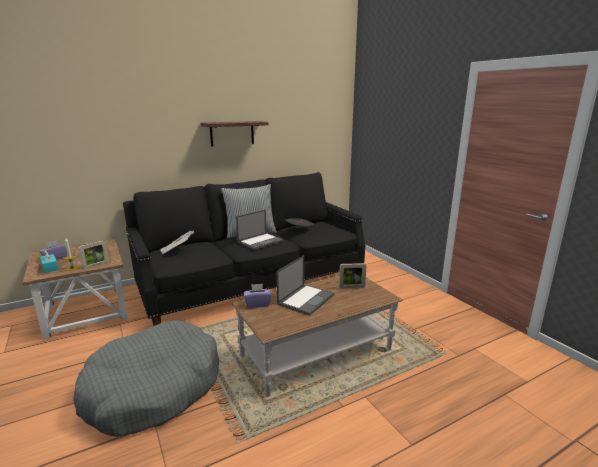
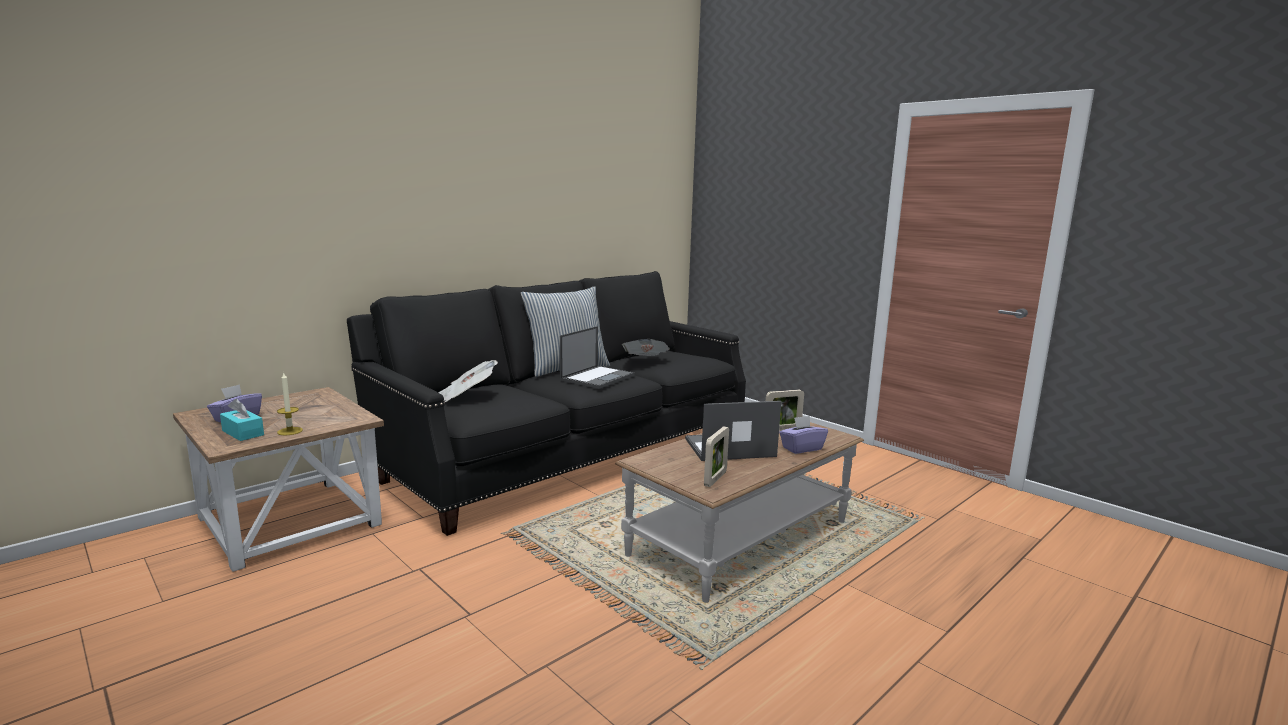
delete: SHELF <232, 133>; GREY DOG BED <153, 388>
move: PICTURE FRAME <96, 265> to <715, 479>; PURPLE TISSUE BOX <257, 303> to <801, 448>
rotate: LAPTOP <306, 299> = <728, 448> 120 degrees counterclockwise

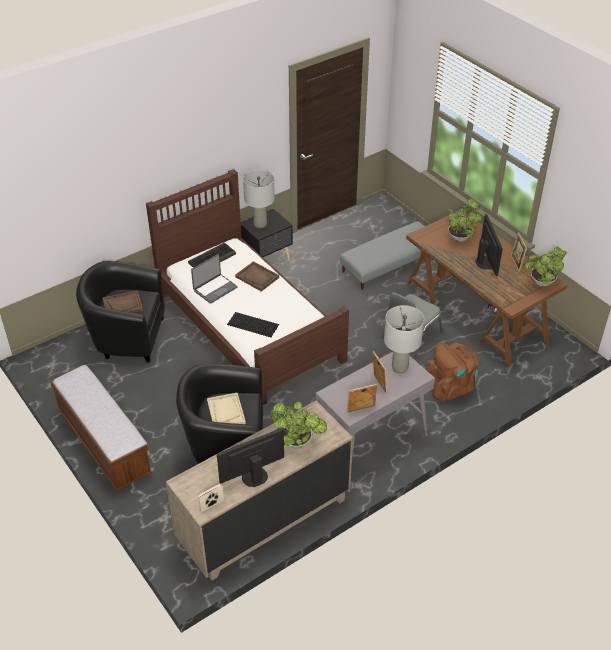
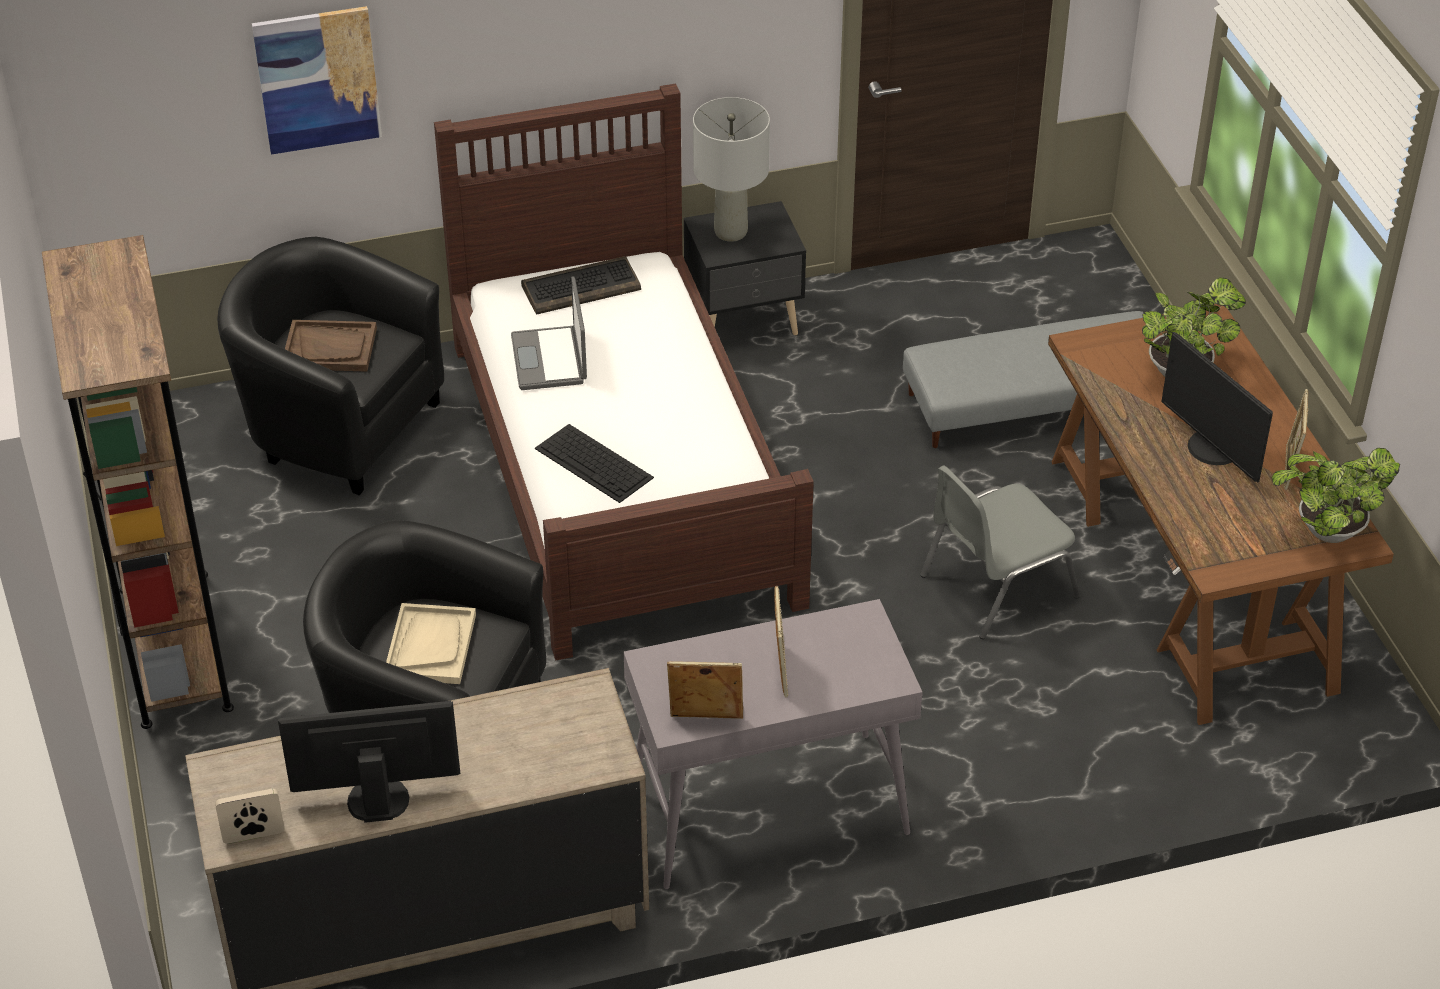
delete: BROWN TRAY <257, 277>; GREY TABLE LAMP <399, 367>; BROWN BACKPACK <450, 387>; POTTED PLANT <298, 442>
insert: PICTURE <317, 79>
replace: BENCH <104, 442> to BROWN BOOKCASE <175, 647>
rotate: MONITOR <486, 262> = <1211, 449> 135 degrees clockwise; LAPTOP <215, 289> = <551, 359> 105 degrees clockwise

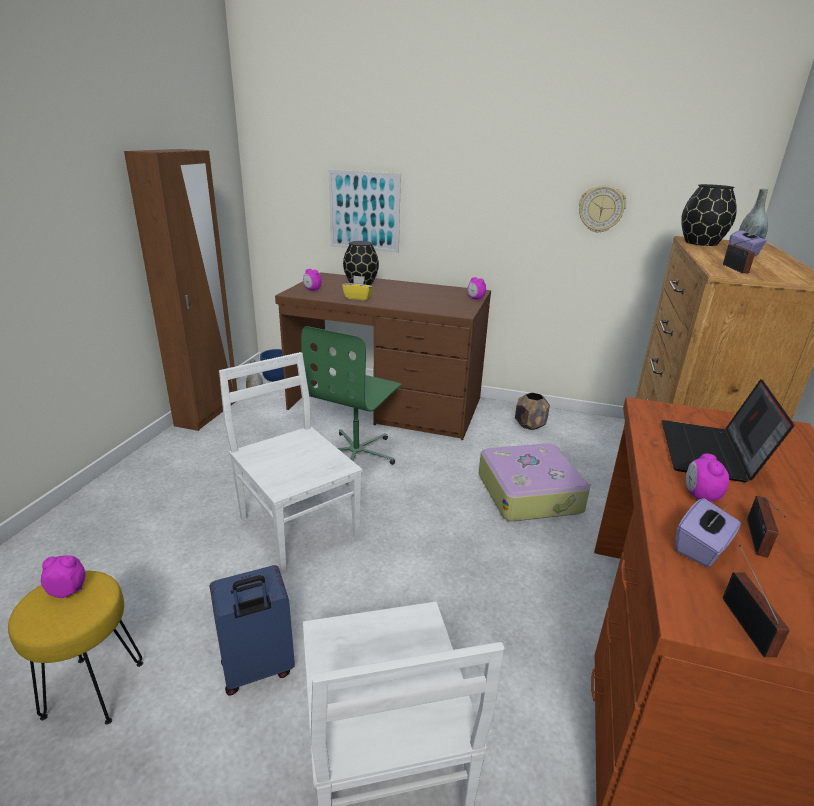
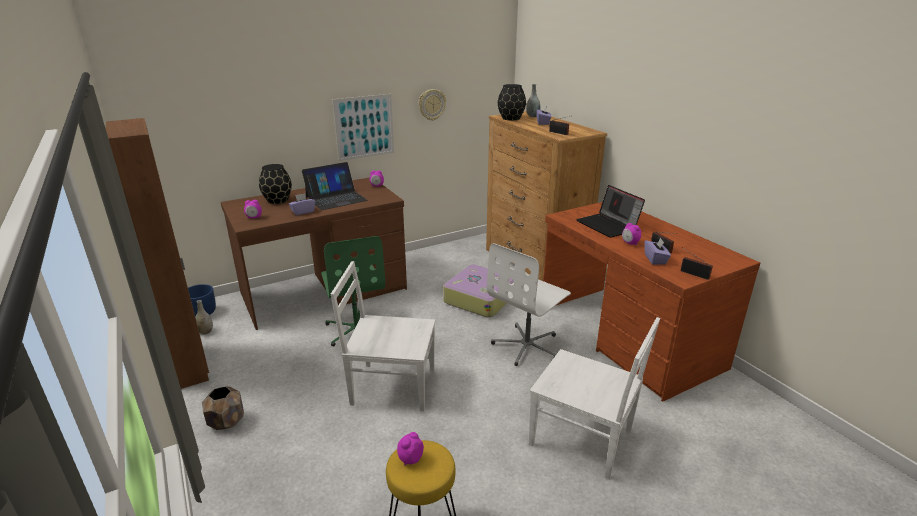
delete: BLUE SUITCASE <257, 670>
insert: LAPTOP <336, 198>; WHITE OFFICE CHAIR <527, 346>
move: PICTURE <364, 211> to <364, 127>; BROWN PLANTER <530, 425> to <227, 422>
recolor: YELLOW TISSUE BOX <358, 298> to PURPLE TISSUE BOX <303, 212>

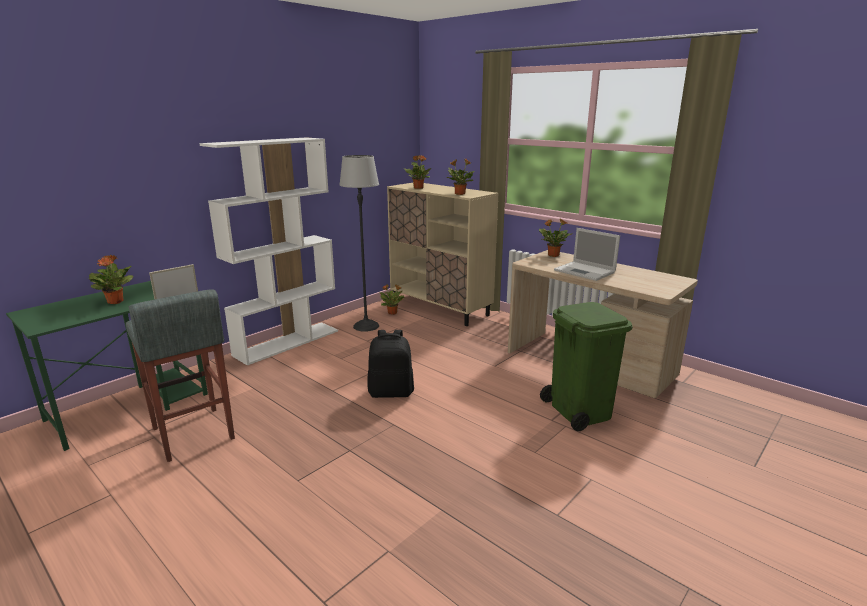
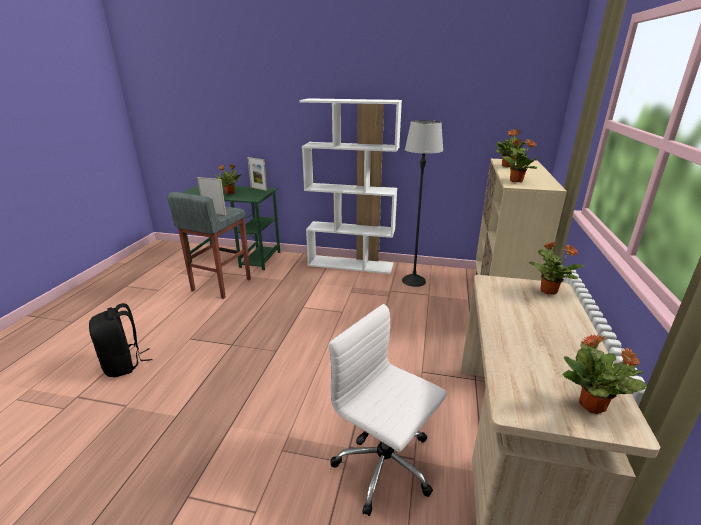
delete: LAPTOP <585, 271>
insert: PICTURE FRAME <258, 188>
move: POTTED PLANT <392, 313> to <593, 406>; BLACK BACKPACK <391, 392> to <124, 364>
replace: GREEN TRASH CAN <579, 411> to WHITE OFFICE CHAIR <386, 466>

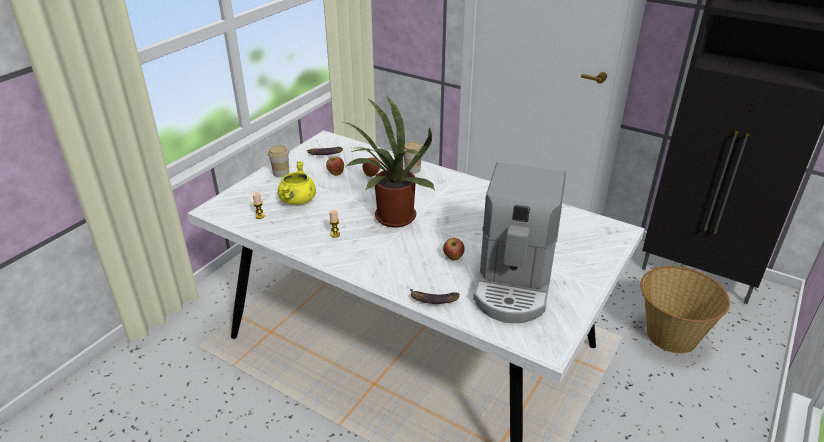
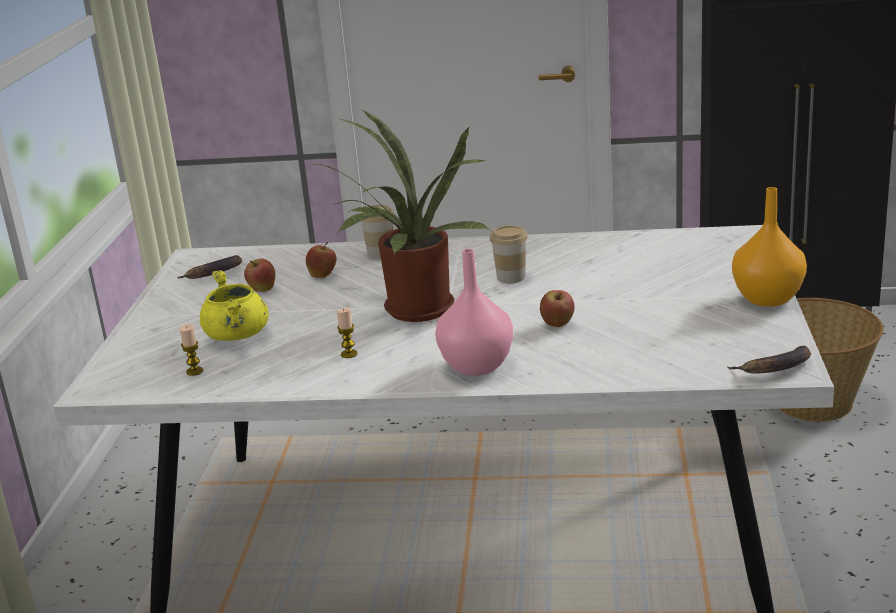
delete: COFFEE MACHINE <514, 283>
insert: ORANGE VASE <768, 298>; PINK VASE <477, 367>
move: CUP <281, 173> to <511, 277>; BANANA <433, 300> to <775, 368>

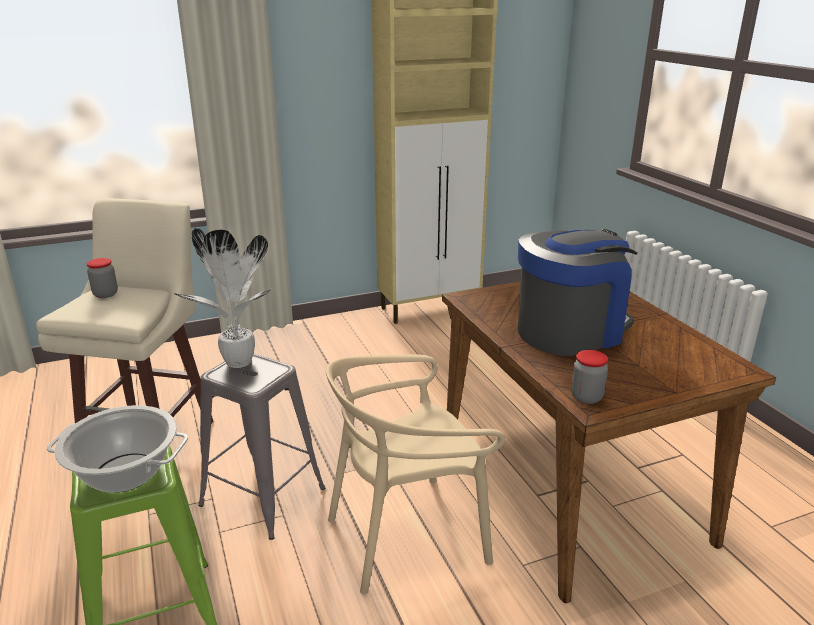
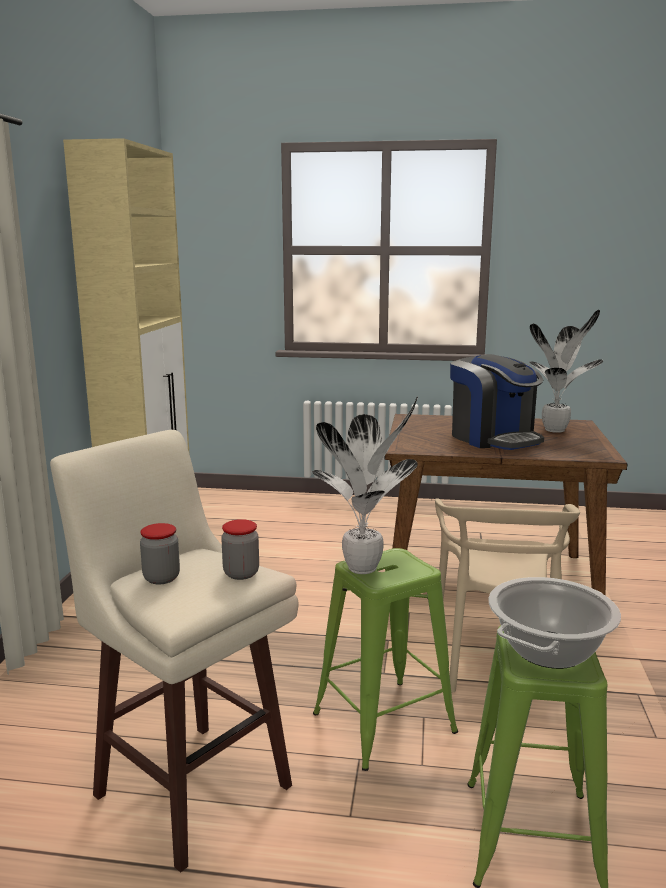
insert: POTTED PLANT <556, 430>
move: JAR <586, 397> to <241, 573>
recolor: GREY STOOL <263, 497> to GREEN STOOL <385, 722>
rotate: COFFEE MACHINE <570, 331> = <493, 438> 150 degrees clockwise

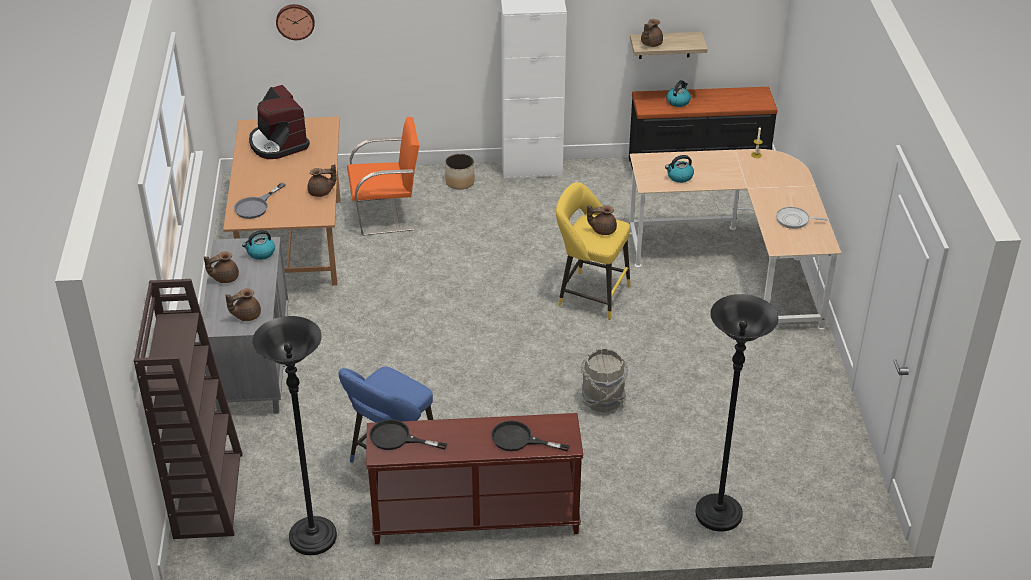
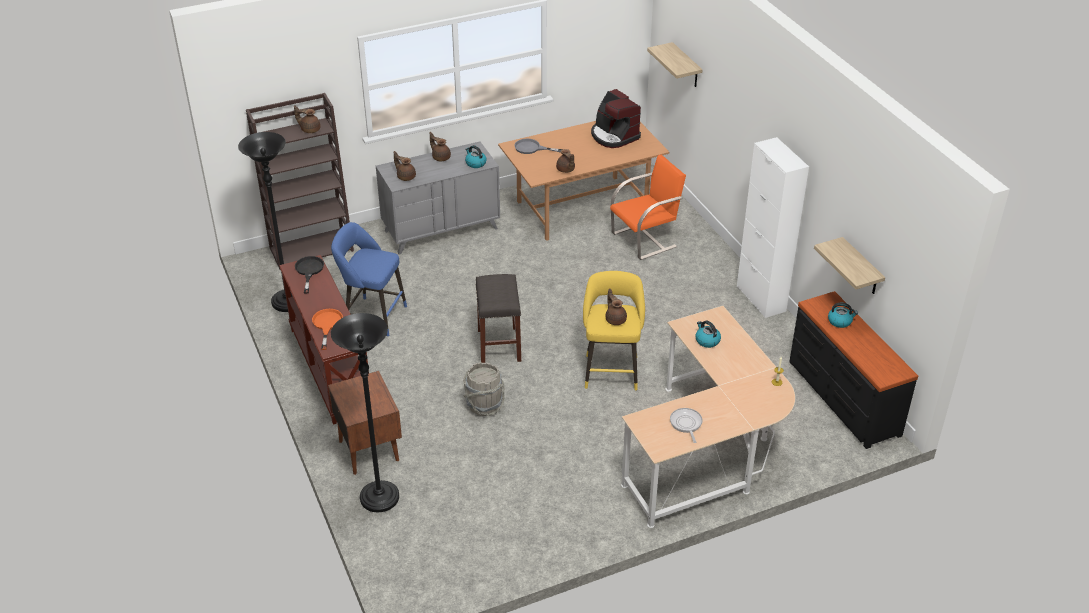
delete: PLANTER <460, 182>
insert: GREY STOOL <498, 345>; BROWN NIGHTSTAND <369, 449>
move: BROWN TEAPOT <650, 44> to <310, 129>
replace: WALL CLOCK <295, 21> to SHELF <686, 66>
recolor: BLACK FRYING PAN <519, 440> to ORANGE FRYING PAN <327, 325>
rotate: COFFEE MACHINE <278, 143> = <614, 136> 75 degrees counterclockwise; ORANGE CHAIR <386, 214> = <645, 240> 90 degrees counterclockwise

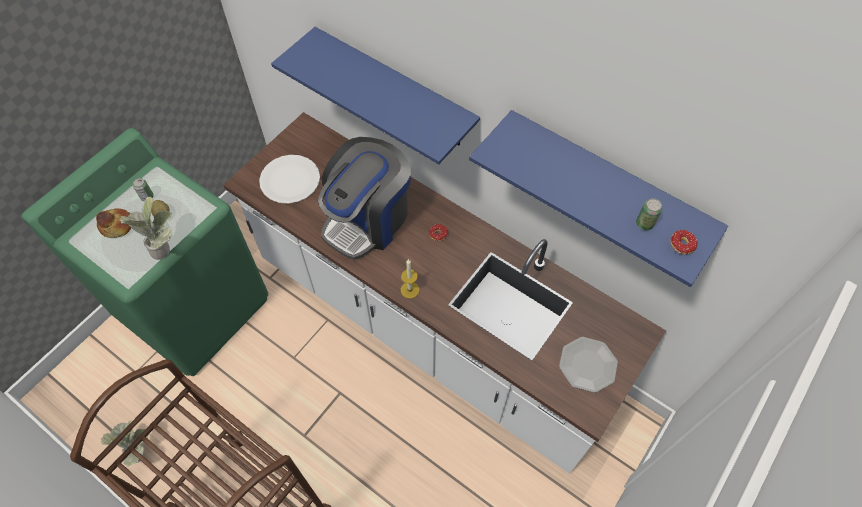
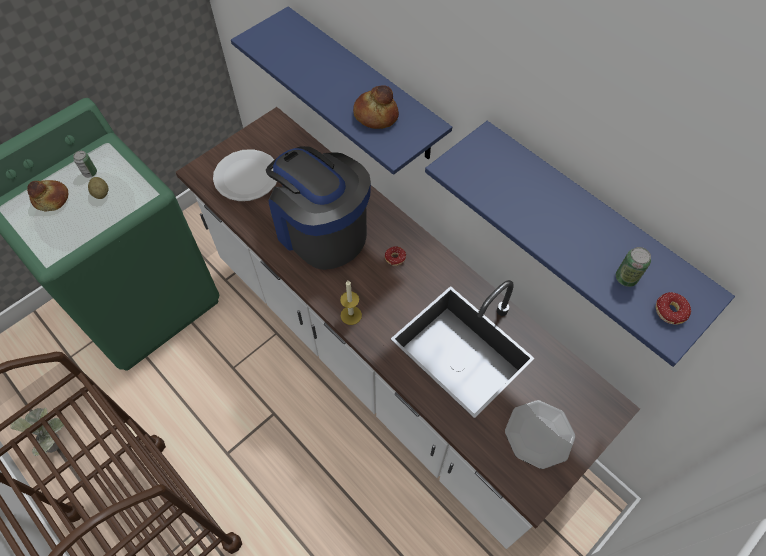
delete: POTTED PLANT <163, 247>
insert: BREAD <376, 115>
rotate: COFFEE MACHINE <367, 219> = <321, 230> 90 degrees clockwise

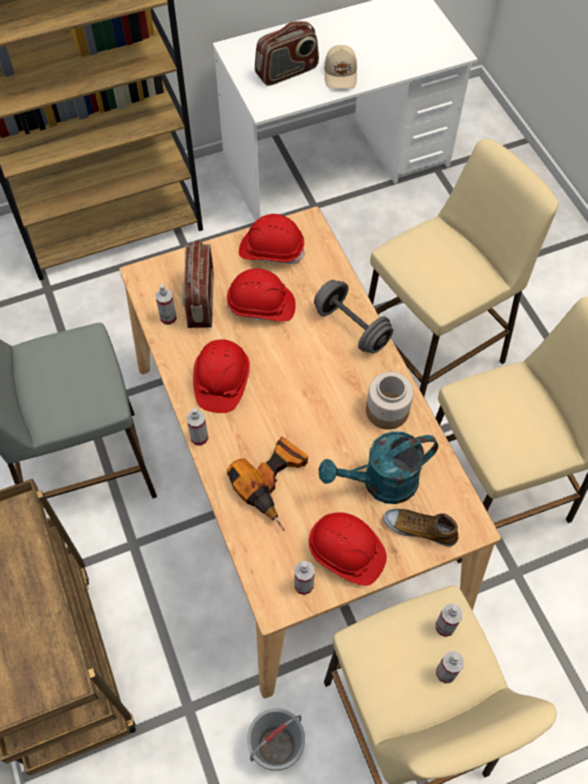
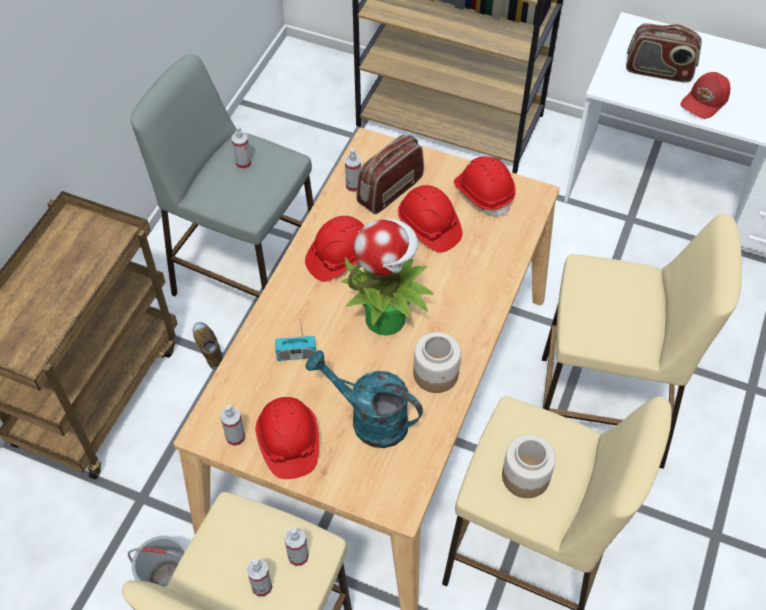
delete: GREY DUMBBELL <351, 327>
insert: POTTED PLANT <386, 317>; JAR <525, 476>
move: SPRAY BOTTLE <199, 437> to <243, 163>; SHOE <420, 529> to <209, 347>
replace: POWER DRILL <275, 483> to RADIO <296, 354>
recolor: BEIGE CAP <341, 74> to RED CAP <705, 101>

